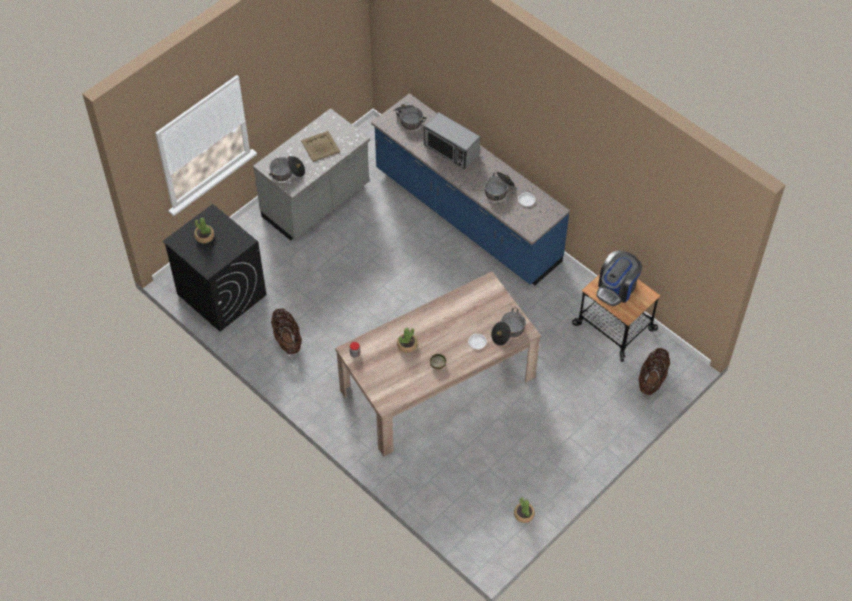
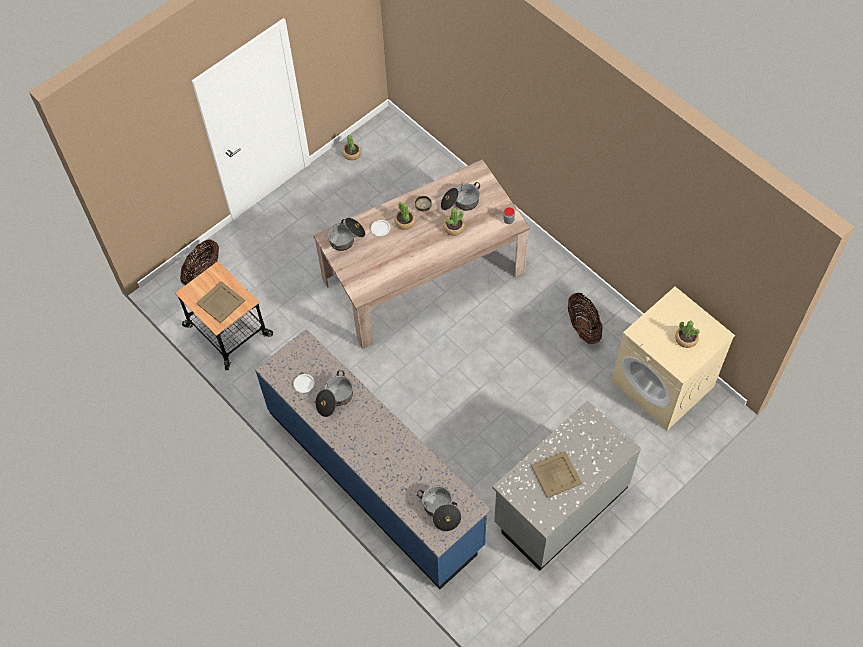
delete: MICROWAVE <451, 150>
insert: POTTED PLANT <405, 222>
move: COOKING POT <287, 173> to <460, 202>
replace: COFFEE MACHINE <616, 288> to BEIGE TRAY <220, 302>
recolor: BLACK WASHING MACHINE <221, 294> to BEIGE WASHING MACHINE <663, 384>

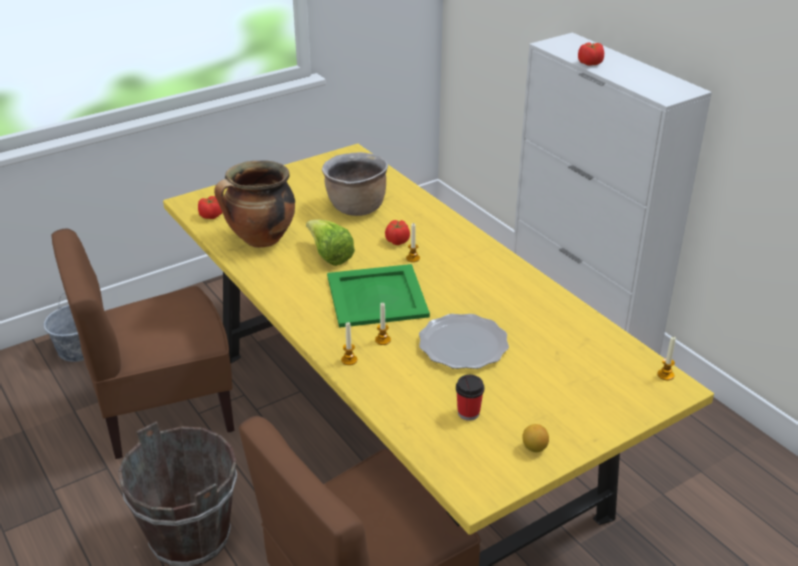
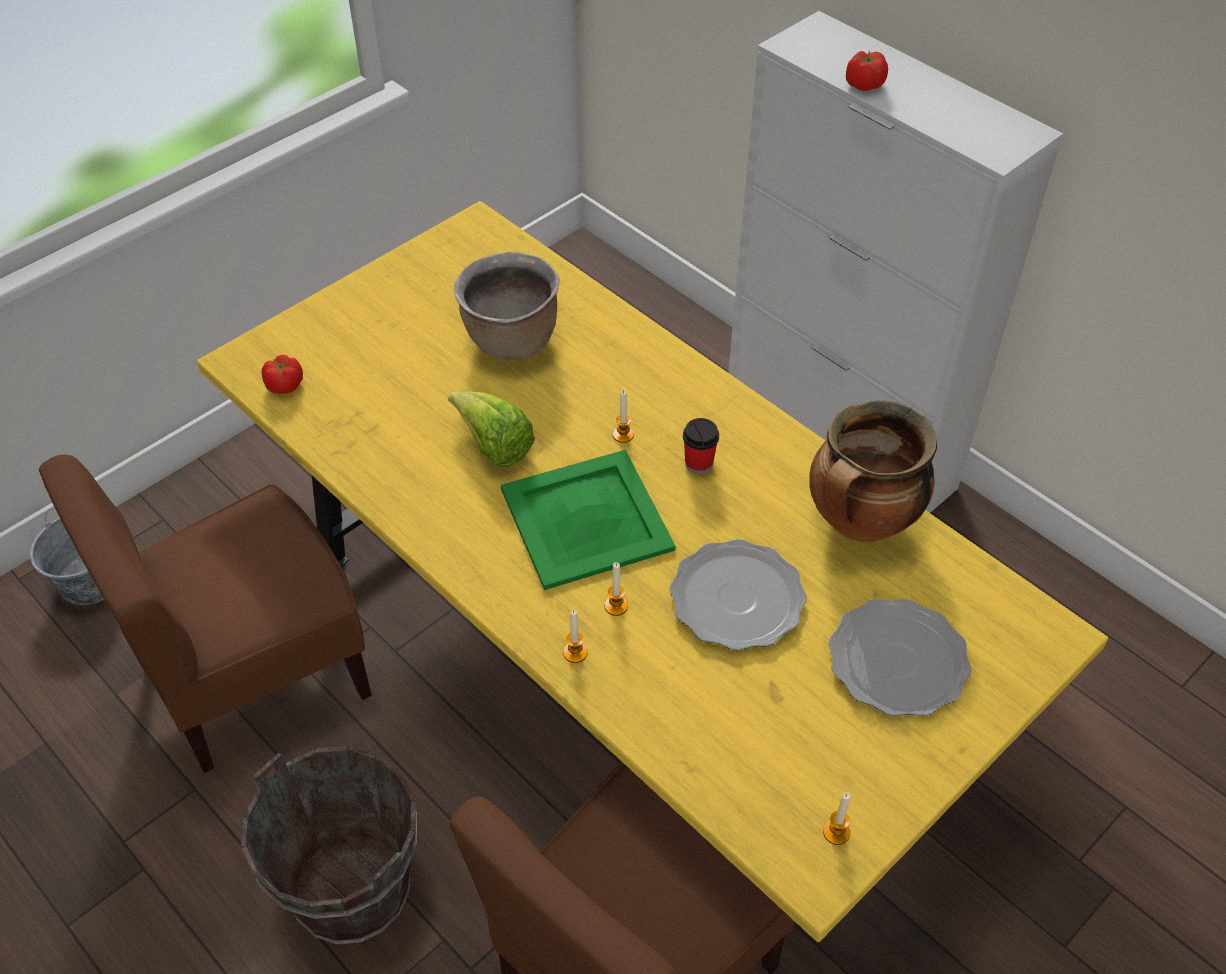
delete: TOMATO <397, 241>; LEMON <534, 448>
insert: PLATE <898, 661>
move: COOKING POT <261, 240> to <861, 524>; CANDLE <665, 375> to <836, 832>; CUP <468, 413> to <698, 463>

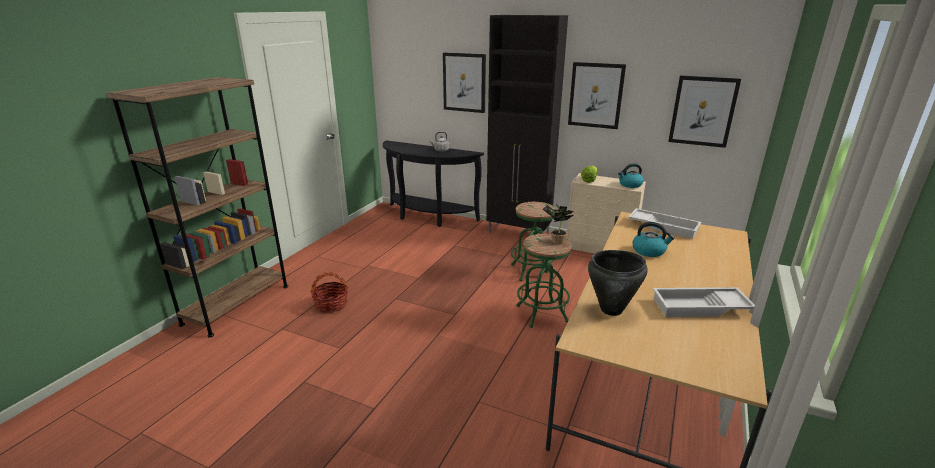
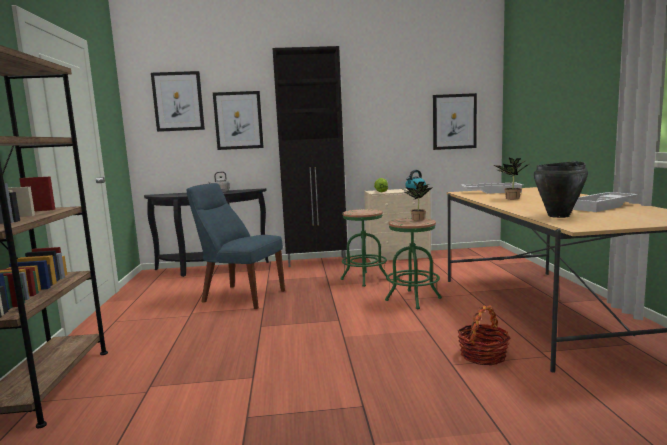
insert: BLUE CHAIR <240, 296>
move: PICTURE <596, 95> to <178, 101>; BASKET <331, 305> to <483, 356>
replace: KETTLE <649, 251> to POTTED PLANT <511, 198>

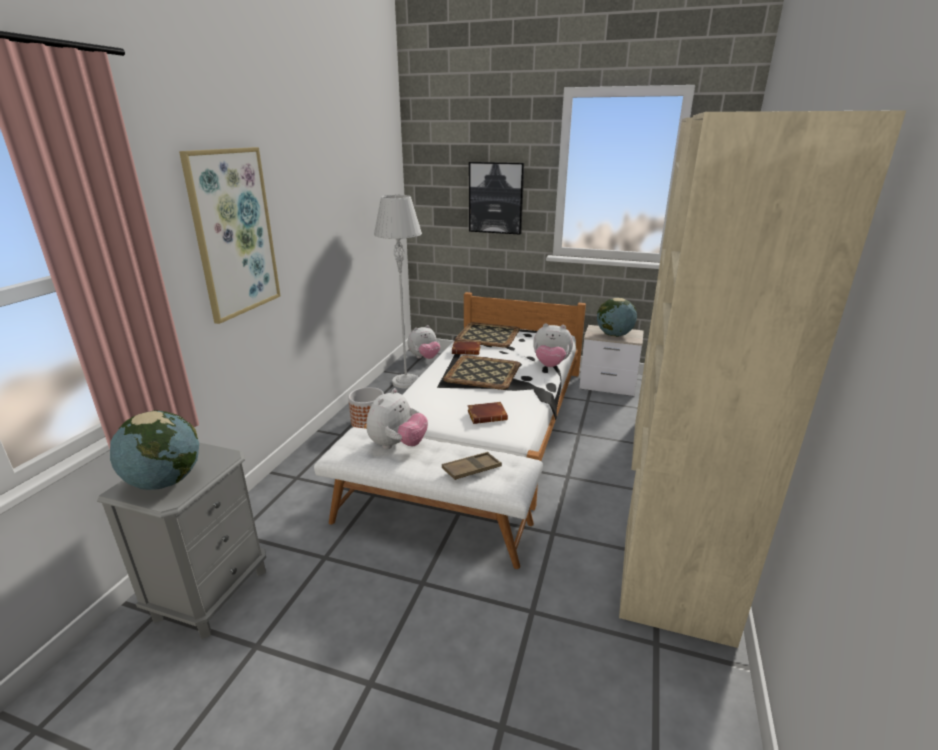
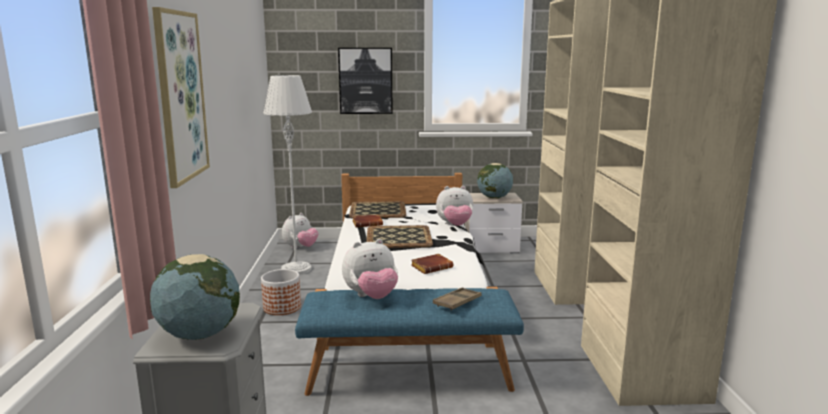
recolor: WHITE BENCH <431, 522> to BLUE BENCH <409, 373>
rotate: PLUSH TOY <397, 445> = <371, 297> 60 degrees clockwise

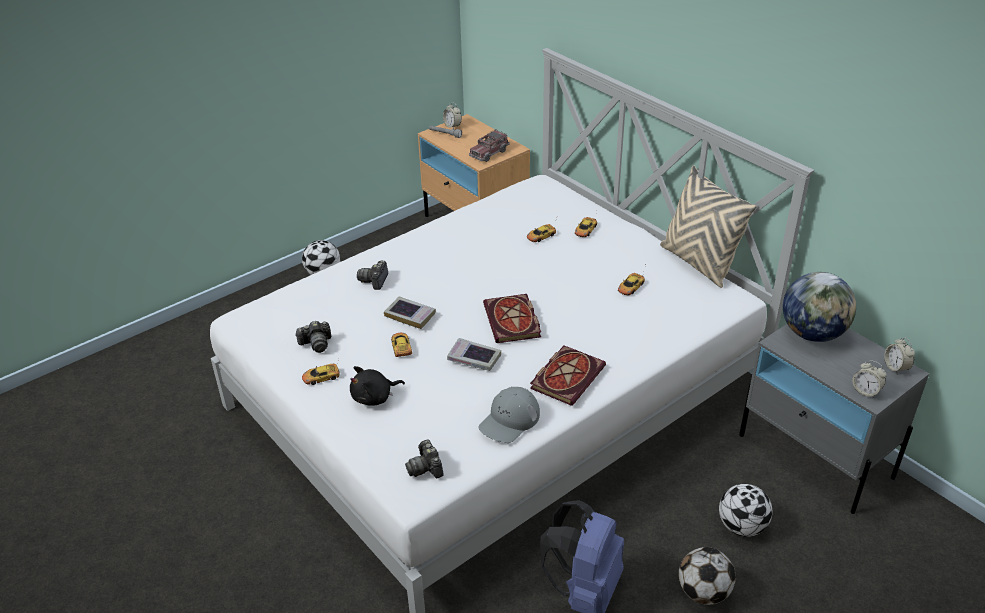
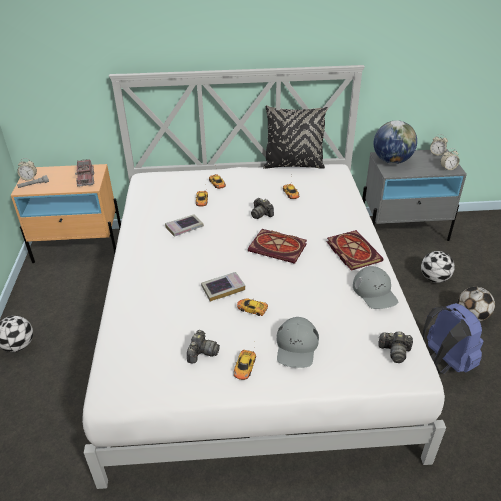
move: PHOTO CAMERA <374, 281> to <261, 214>; BOOK <474, 358> to <184, 228>
replace: BLACK PLUSH TOY <374, 397> to GREY CAP <296, 346>
recolor: BEIGE PILLOW <698, 263> to BLACK PILLOW <293, 165>

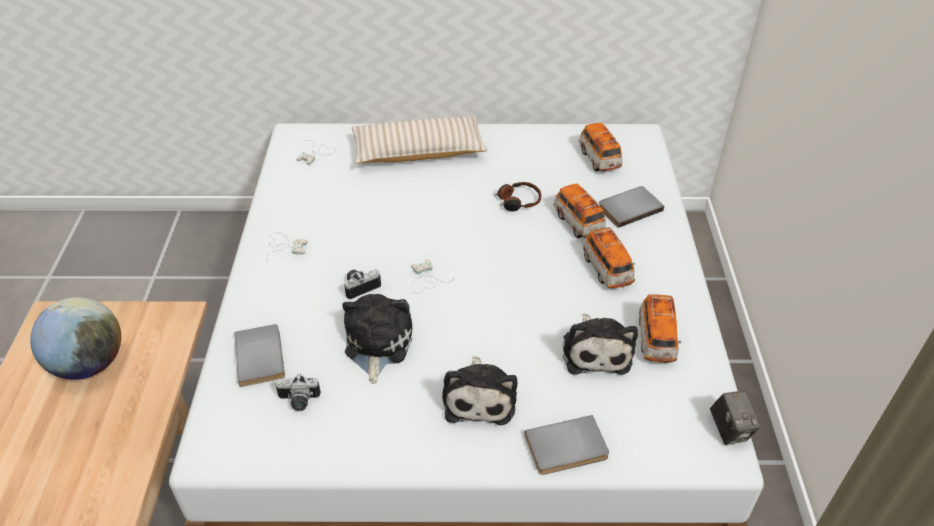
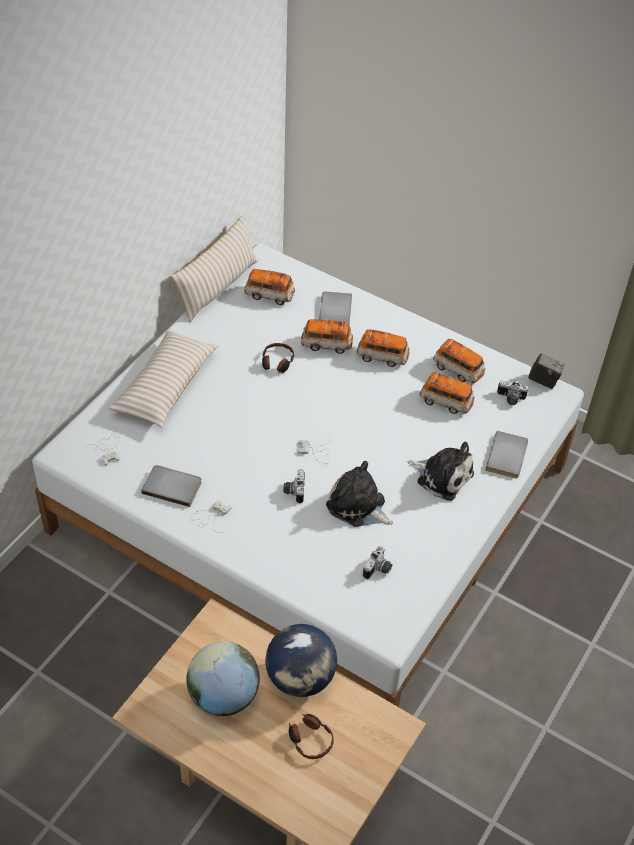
insert: BEIGE PILLOW <217, 287>; PHOTO CAMERA <510, 399>; GLOBE <300, 678>; HEADPHONES <310, 739>
move: GREY BOOK <262, 356> to <172, 486>
replace: PLUSH TOY <596, 350> to TOY CAR <446, 402>

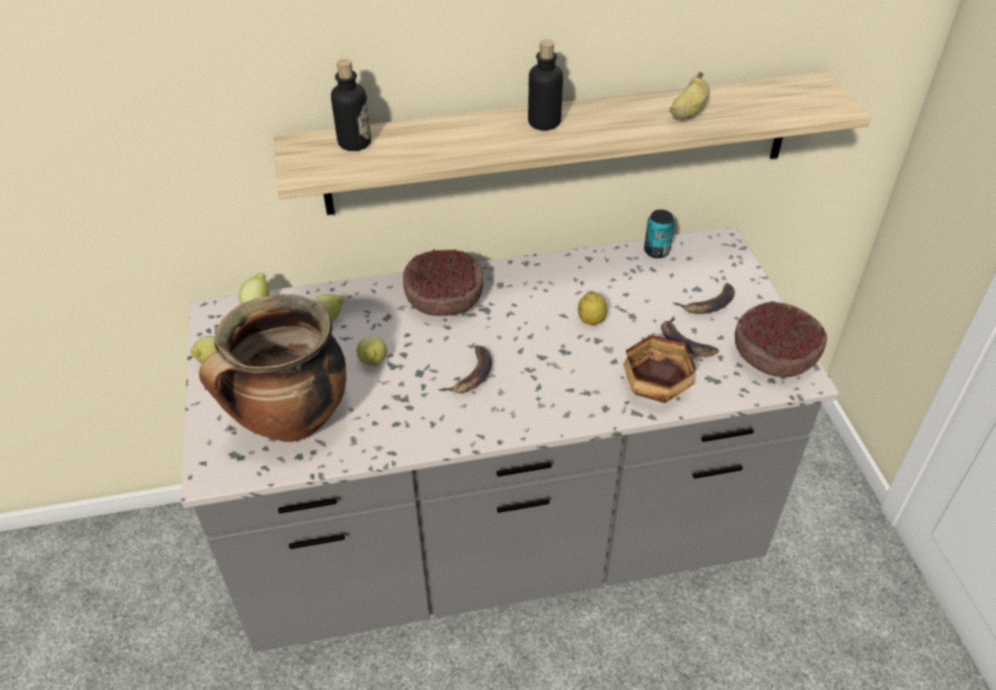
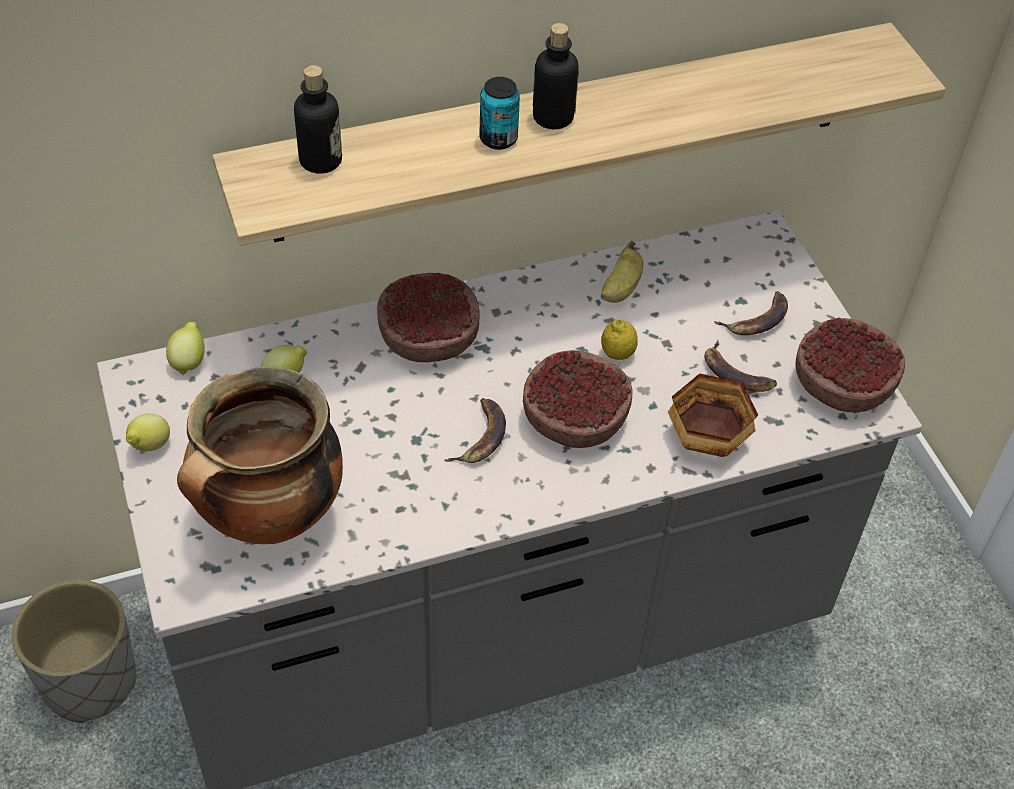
delete: LEMON <373, 363>
insert: BOWL <575, 418>; GREY PLANTER <90, 680>
move: BANANA <687, 113> to <620, 289>; CAN <656, 251> to <498, 139>

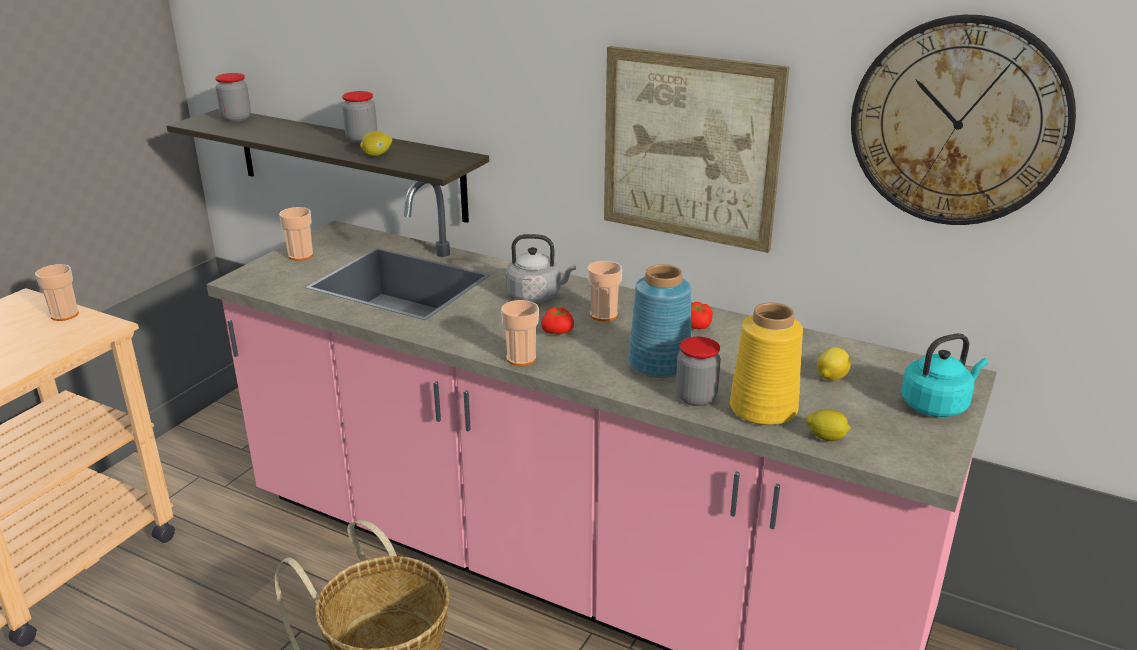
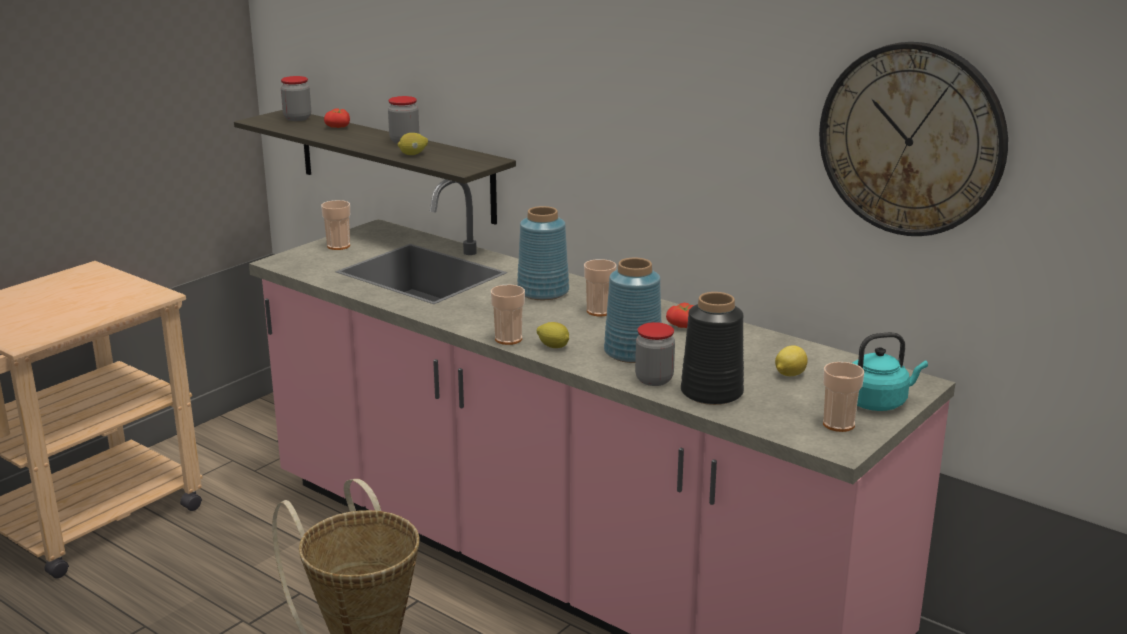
delete: PICTURE <690, 148>
move: CUP <65, 315> to <838, 424>; TOMATO <558, 331> to <339, 127>; LEMON <826, 438> to <553, 346>
replace: GREY KETTLE <537, 295> to BLUE VASE <544, 292>
recolor: YELLOW VASE <762, 409> to BLACK VASE <711, 393>

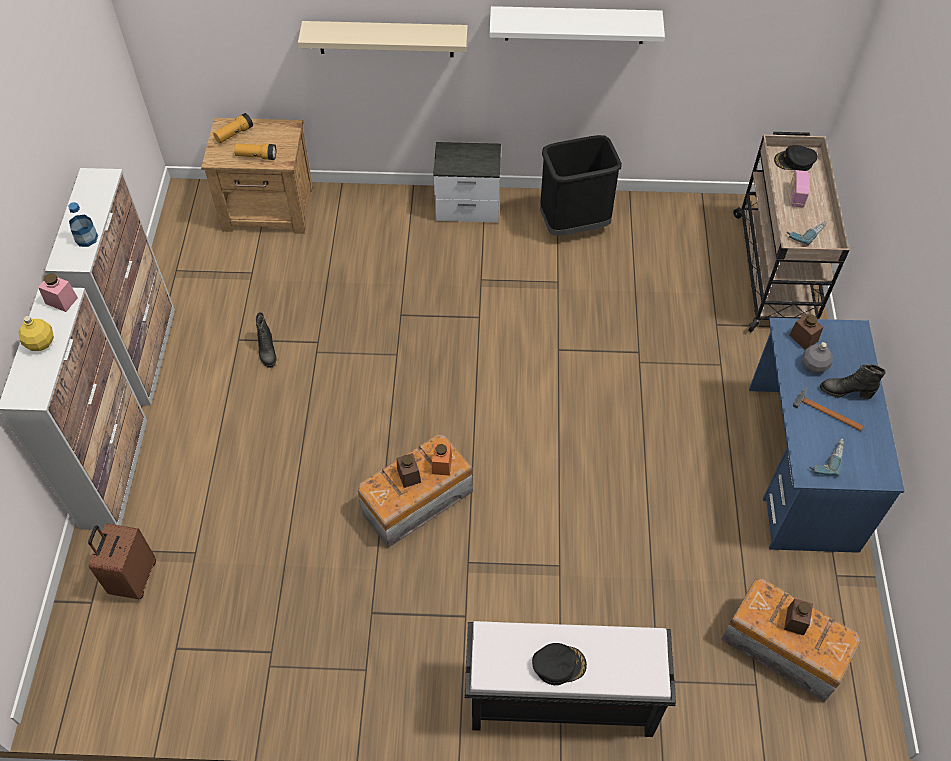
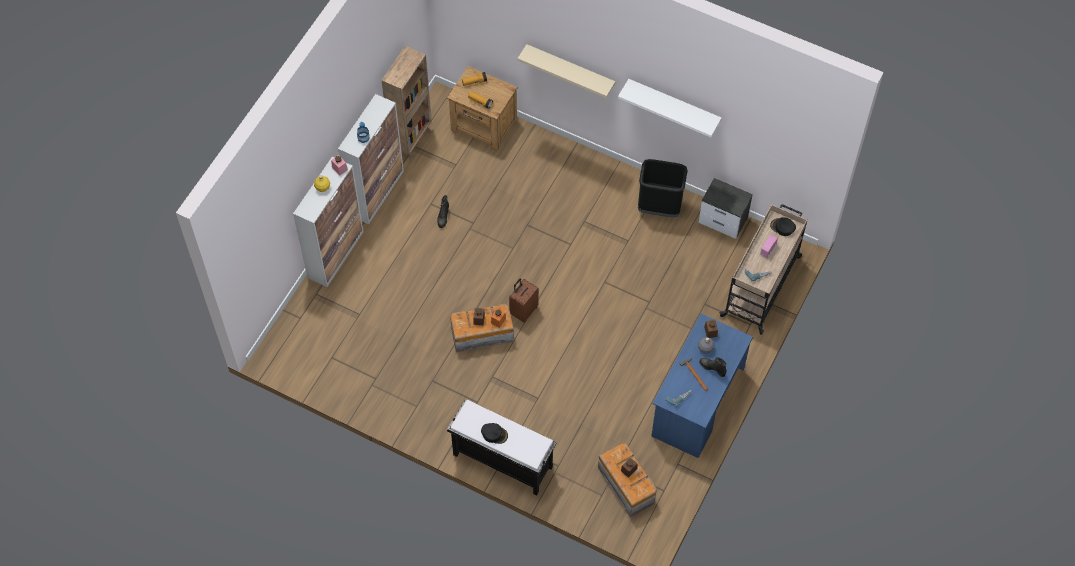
insert: BROWN BOOKCASE <412, 140>
move: NIGHTSTAND <469, 206> to <723, 220>; BROWN SUITCASE <133, 578> to <523, 311>

